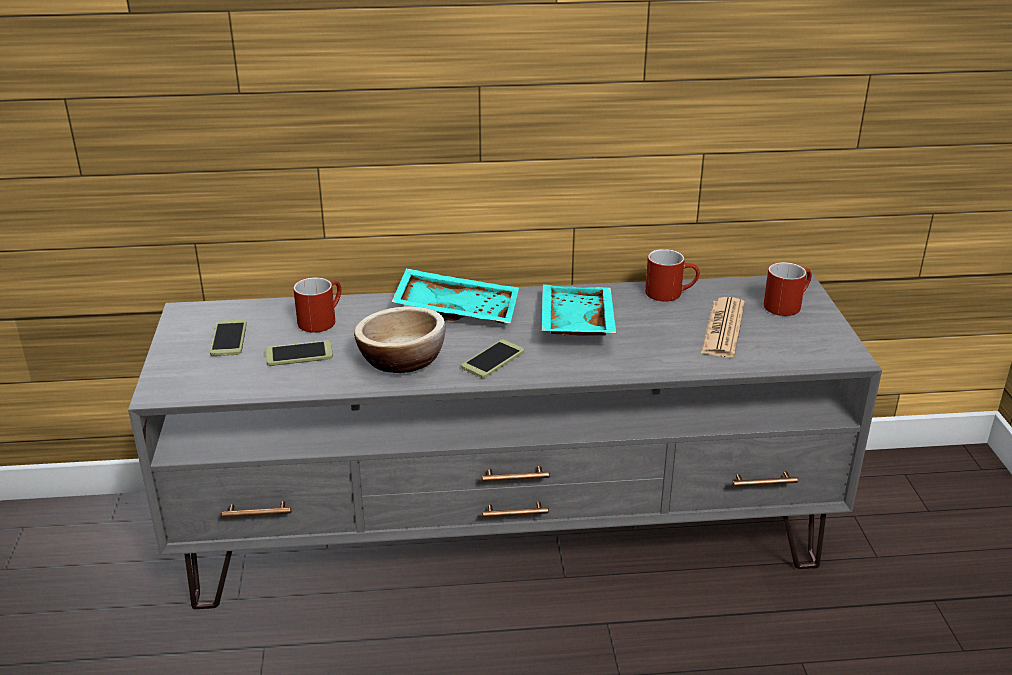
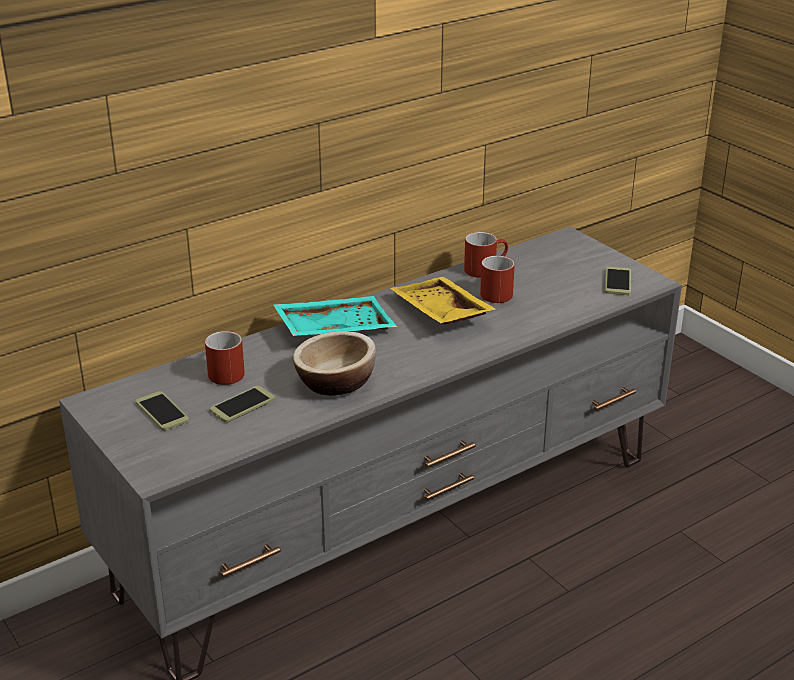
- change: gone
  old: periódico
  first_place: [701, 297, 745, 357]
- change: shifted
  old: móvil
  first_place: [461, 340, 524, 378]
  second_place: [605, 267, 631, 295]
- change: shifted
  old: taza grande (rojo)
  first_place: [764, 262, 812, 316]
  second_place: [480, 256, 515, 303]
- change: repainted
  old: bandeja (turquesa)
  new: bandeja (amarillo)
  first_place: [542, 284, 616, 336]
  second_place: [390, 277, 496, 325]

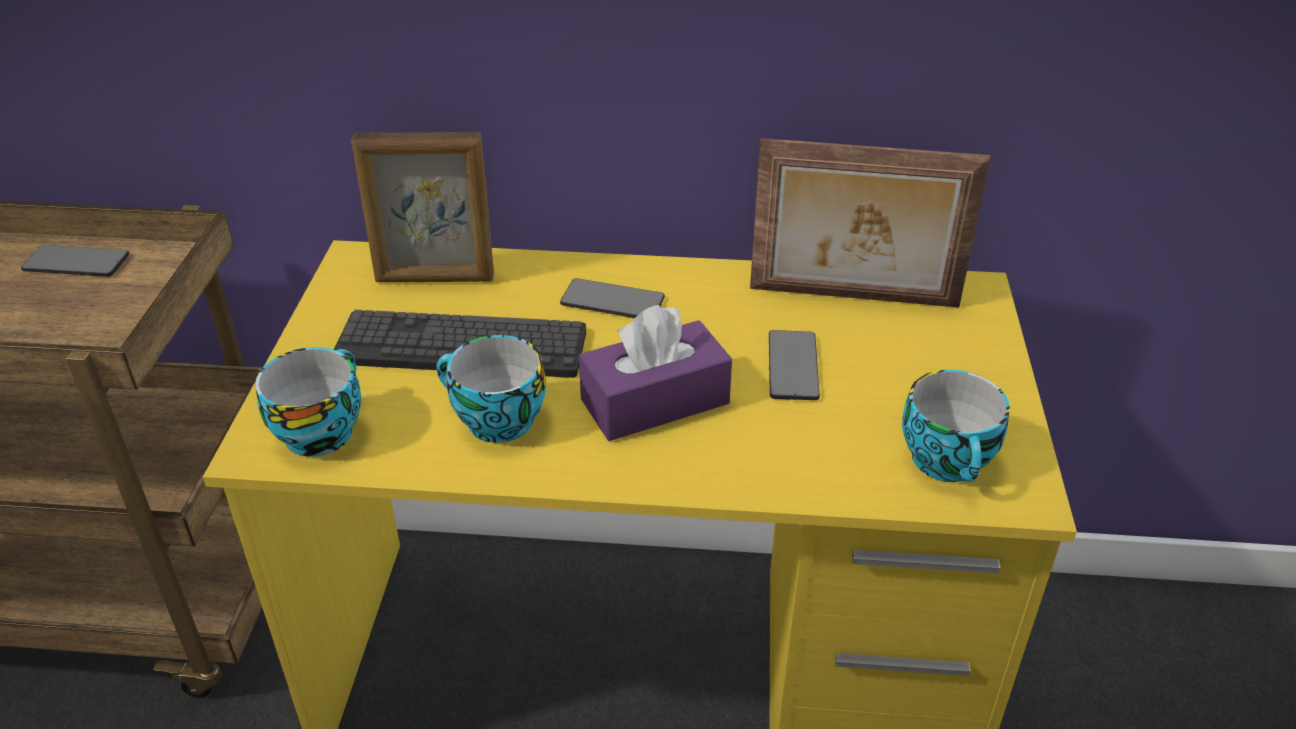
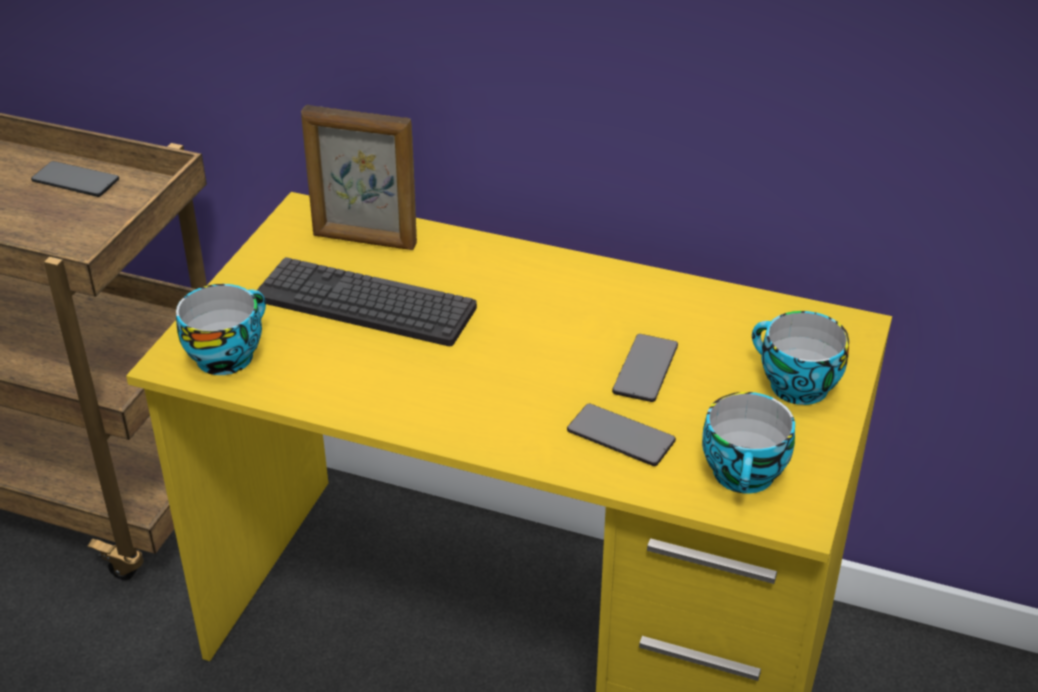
- change: gone
  old: caja de pañuelos (morado)
  first_place: [579, 305, 732, 441]
- change: gone
  old: portarretratos
  first_place: [750, 138, 991, 307]
- change: shifted
  old: taza
  first_place: [436, 335, 546, 443]
  second_place: [752, 311, 849, 405]
- change: shifted
  old: móvil
  first_place: [560, 278, 665, 318]
  second_place: [567, 404, 676, 466]

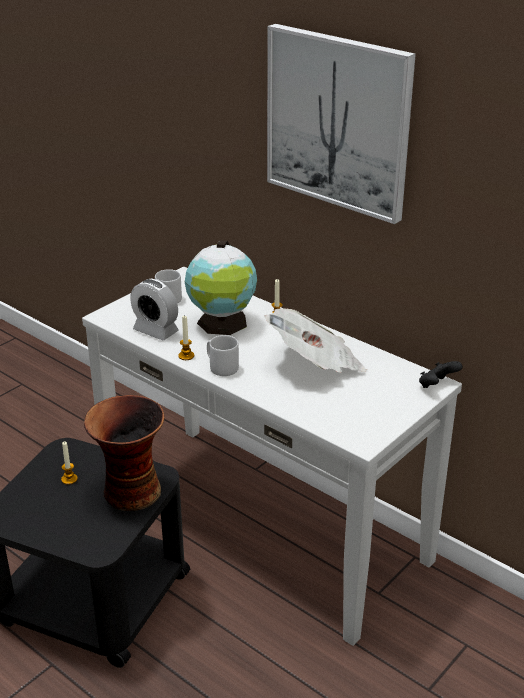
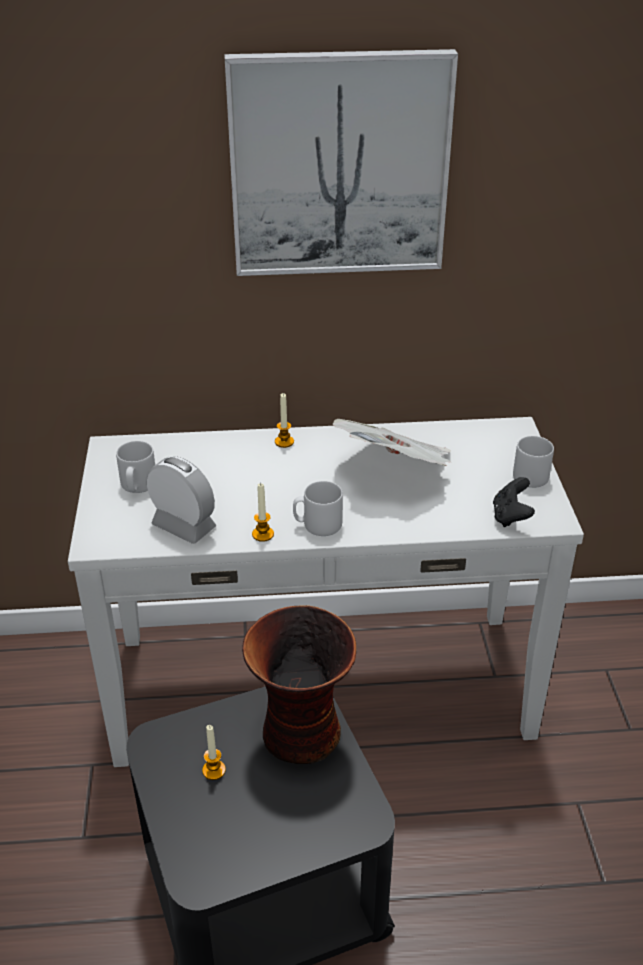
- change: gone
  old: globo terráqueo
  first_place: [185, 240, 257, 335]
- change: new
  new: taza grande (gris)
  second_place: [513, 436, 554, 488]
- change: shifted
  old: mando de consola (negro)
  first_place: [419, 361, 463, 388]
  second_place: [493, 477, 535, 527]
- change: rotated
  old: despertador
  first_place: [130, 279, 179, 340]
  second_place: [147, 456, 216, 544]
  degrees: -135

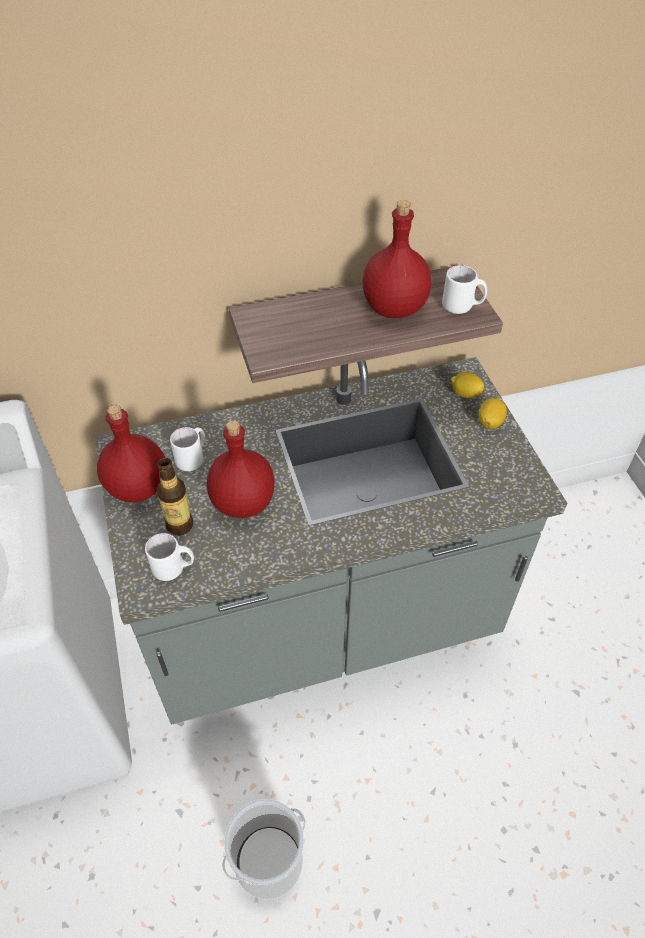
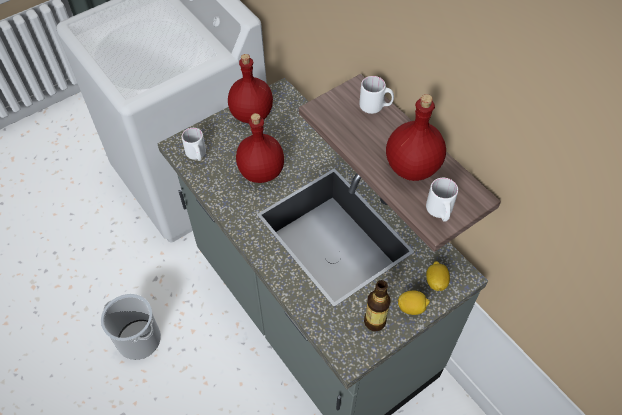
- change: shifted
  old: botella
  first_place: [156, 458, 193, 535]
  second_place: [364, 280, 391, 331]
- change: shifted
  old: taza grande (blanco)
  first_place: [170, 427, 205, 471]
  second_place: [359, 76, 394, 114]

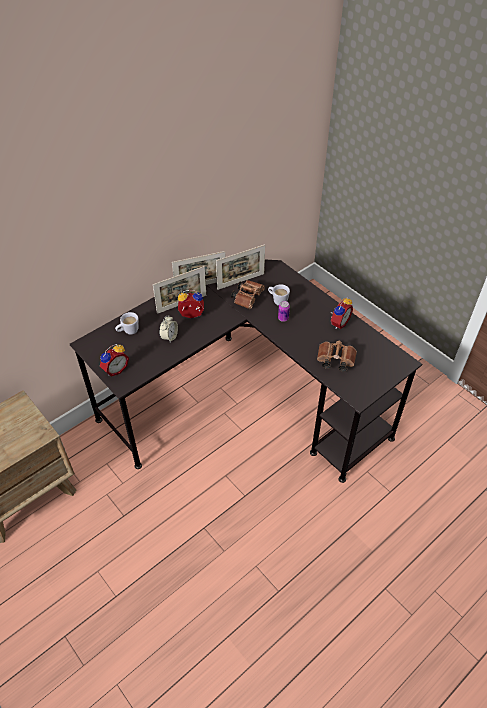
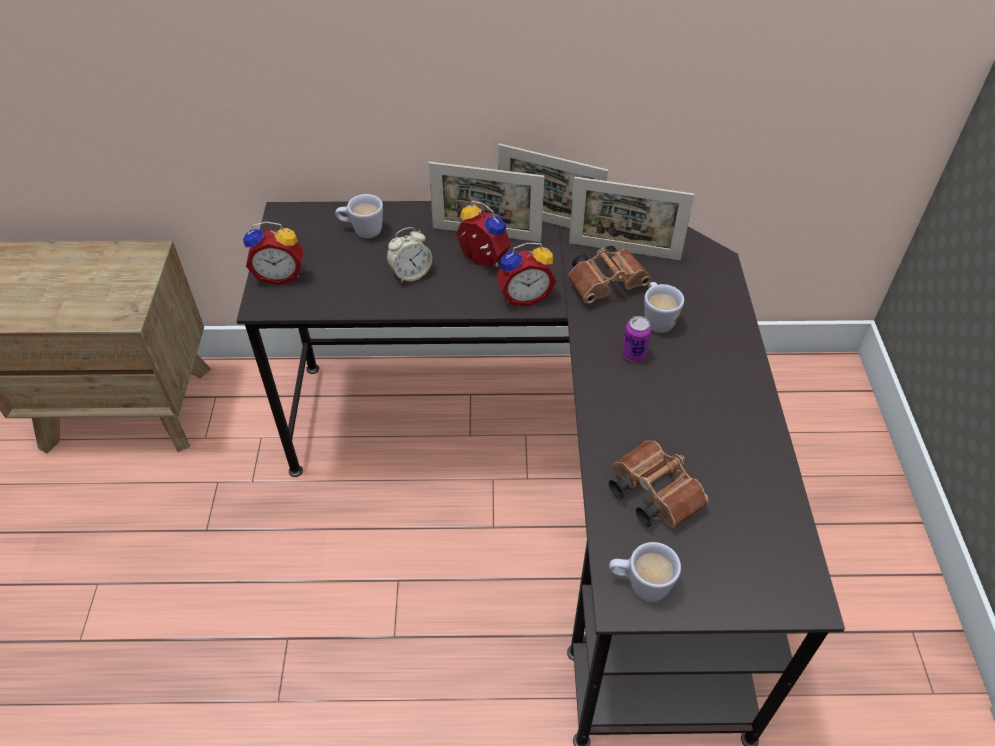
- change: new
  new: taza grande (blanco)
  second_place: [609, 542, 681, 602]
- change: shifted
  old: despertador
  first_place: [330, 297, 353, 329]
  second_place: [497, 242, 556, 306]

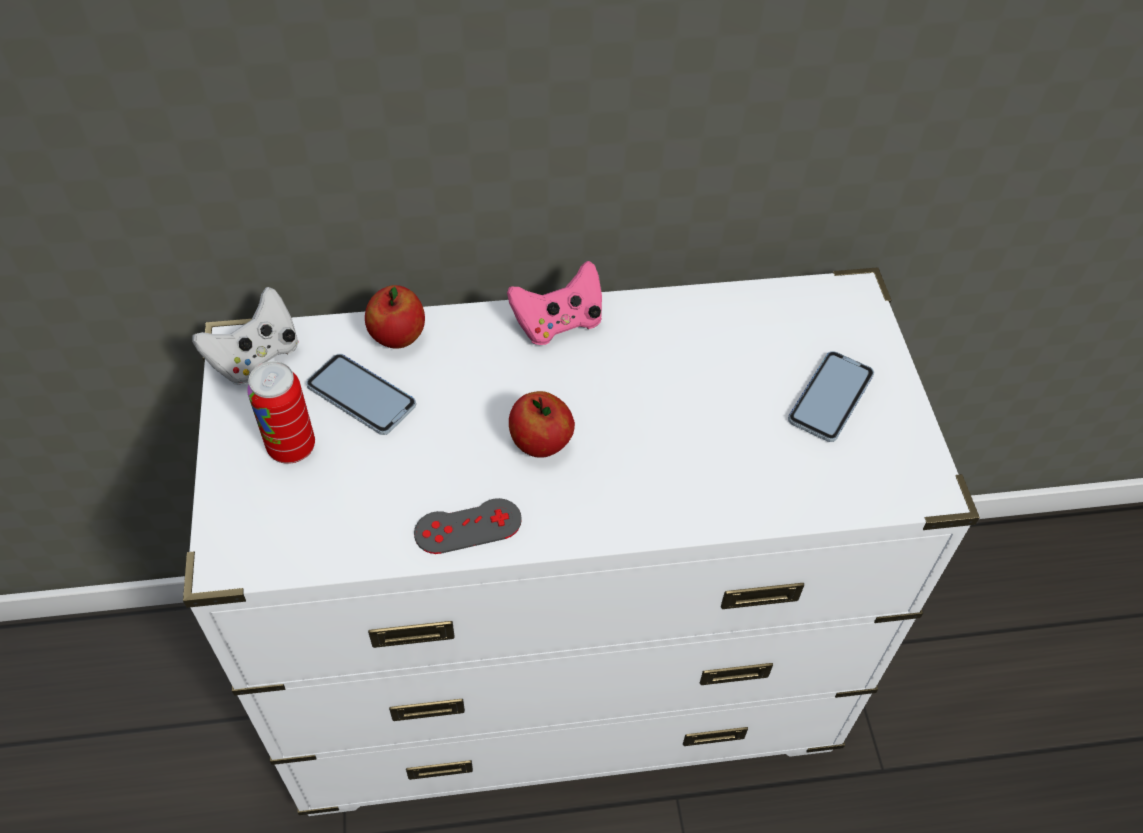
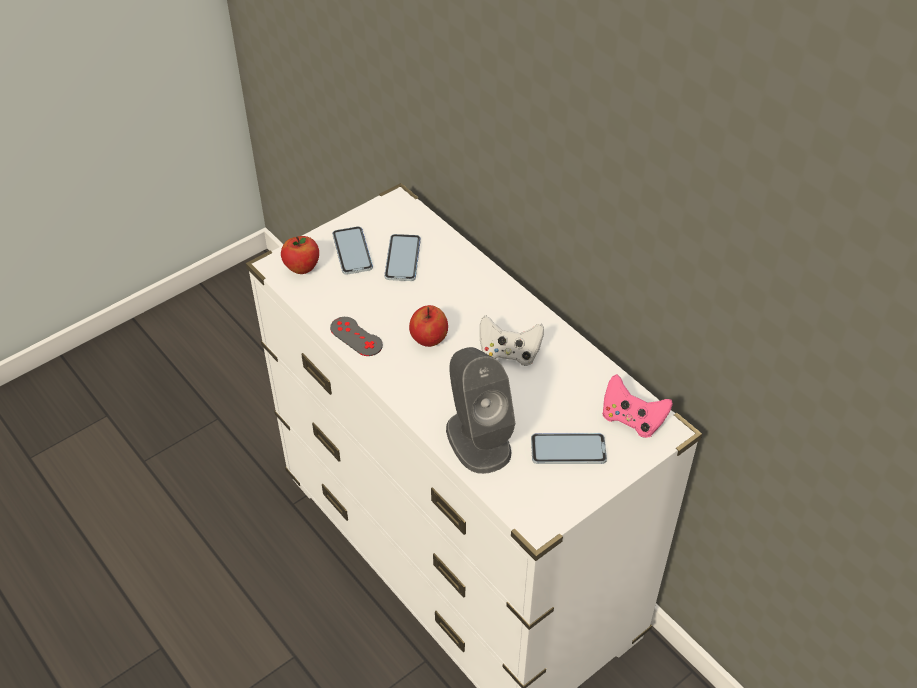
- change: new
  new: altavoz (gris)
  second_place: [446, 347, 515, 474]
- change: shifted
  old: mando de consola (blanco)
  first_place: [192, 287, 298, 385]
  second_place: [480, 315, 544, 366]
- change: shifted
  old: manzana
  first_place: [365, 285, 425, 349]
  second_place: [281, 236, 319, 274]
- change: shifted
  old: mando de consola (rosa)
  first_place: [507, 261, 602, 345]
  second_place: [602, 374, 673, 438]
- change: swapped
  old: lata
  new: móvil
  first_place: [247, 361, 315, 464]
  second_place: [332, 226, 373, 275]

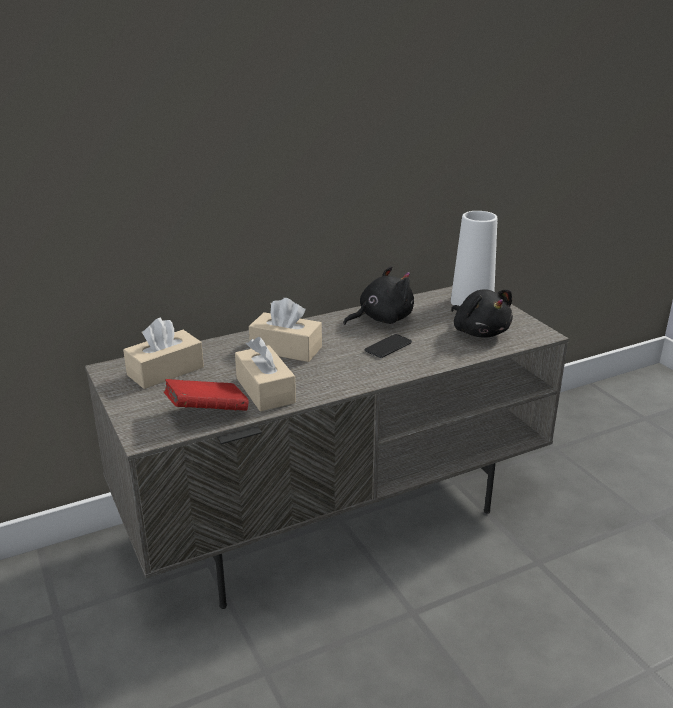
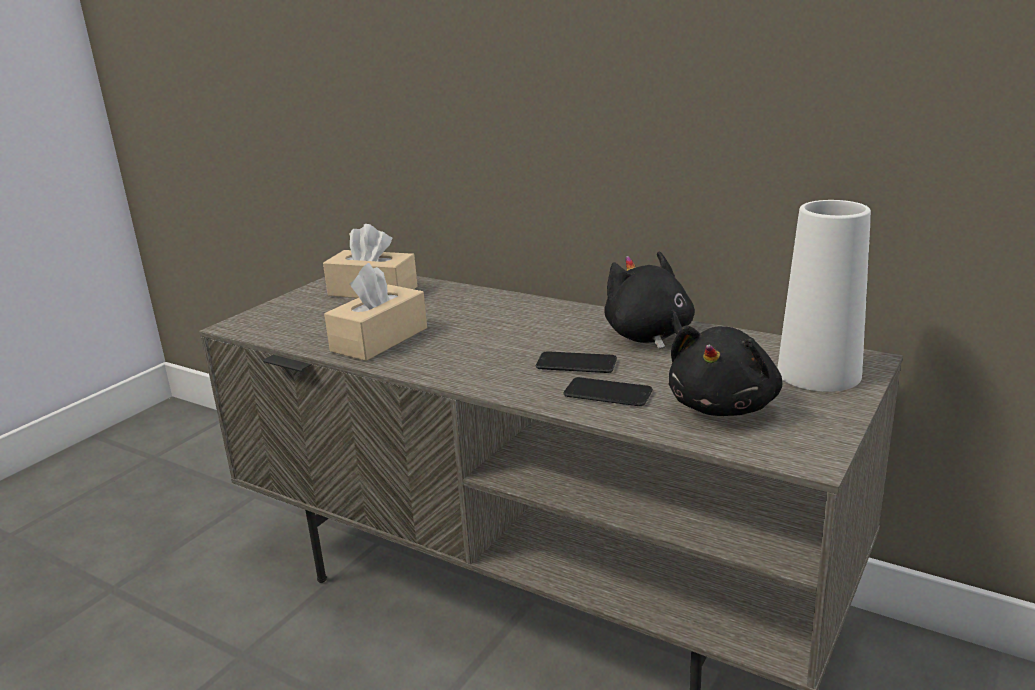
- change: gone
  old: libro (rojo)
  first_place: [164, 379, 249, 411]
- change: gone
  old: caja de pañuelos (beis)
  first_place: [249, 298, 322, 362]
- change: new
  new: móvil
  second_place: [563, 377, 653, 406]
- change: rotated
  old: peluche (negro)
  first_place: [343, 266, 414, 325]
  second_place: [604, 251, 695, 349]
  degrees: -150

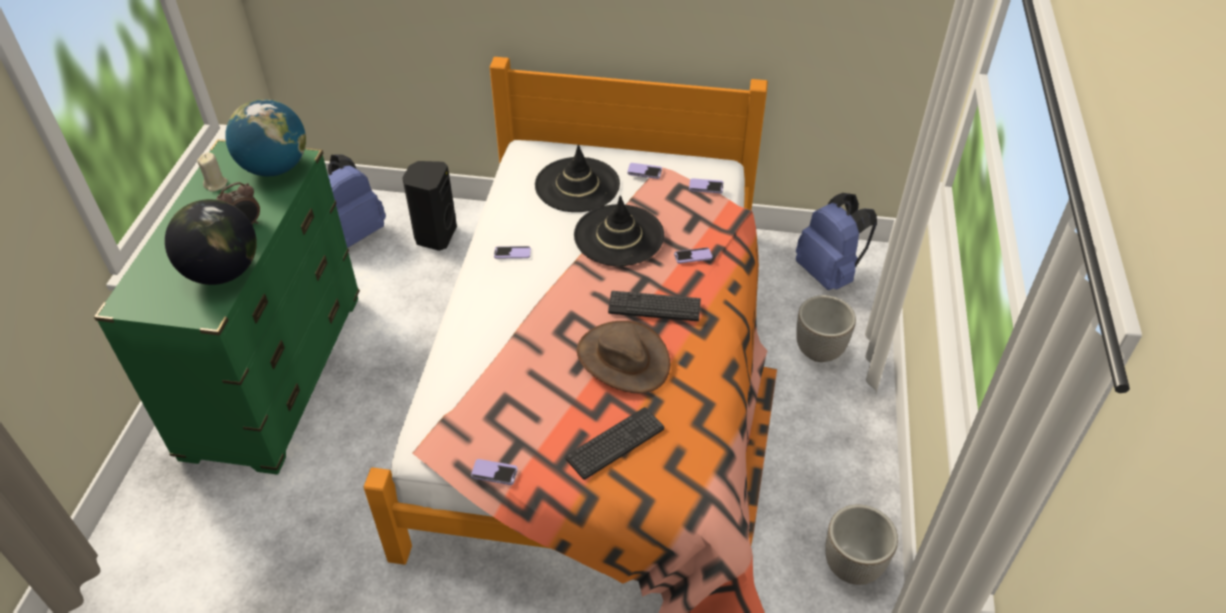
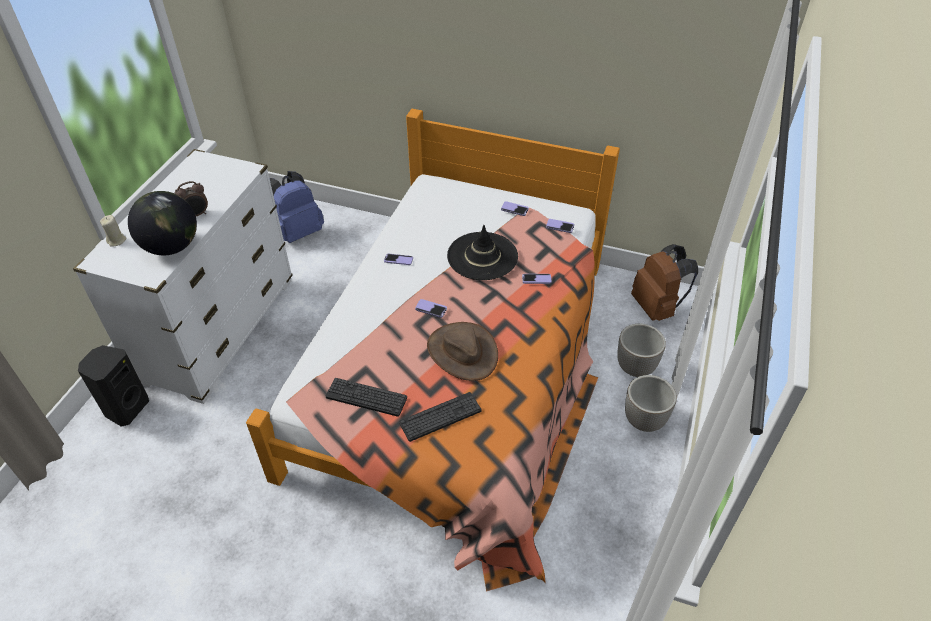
- change: gone
  old: globo terráqueo
  first_place: [225, 99, 306, 176]
- change: gone
  old: sombrero (negro)
  first_place: [535, 144, 620, 212]
- change: shifted
  old: vela (beis)
  first_place: [197, 152, 228, 192]
  second_place: [100, 215, 127, 246]
- change: shifted
  old: altavoz (negro)
  first_place: [402, 161, 457, 251]
  second_place: [78, 345, 149, 427]
- change: shifted
  old: móvil
  first_place: [471, 459, 518, 485]
  second_place: [415, 299, 447, 318]
- change: shifted
  old: teclado
  first_place: [608, 291, 701, 321]
  second_place: [326, 378, 407, 417]
- change: shifted
  old: maceta
  first_place: [825, 505, 898, 585]
  second_place: [625, 375, 677, 432]
- change: repainted
  old: cómoda (verde)
  new: cómoda (blanco)
  first_place: [94, 139, 360, 475]
  second_place: [73, 149, 293, 404]
- change: repainted
  old: mochila (azul)
  new: mochila (marrón)
  first_place: [796, 193, 877, 290]
  second_place: [631, 244, 698, 321]

